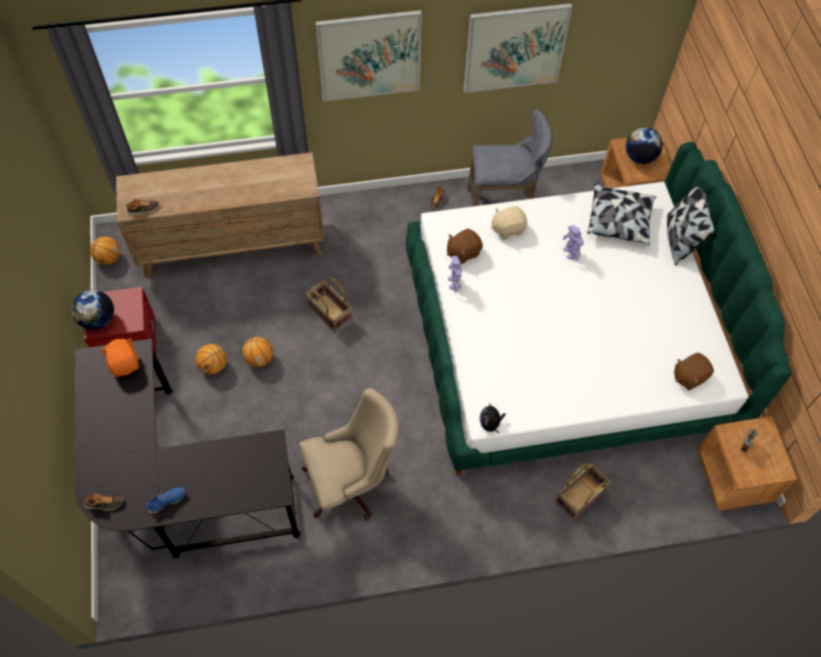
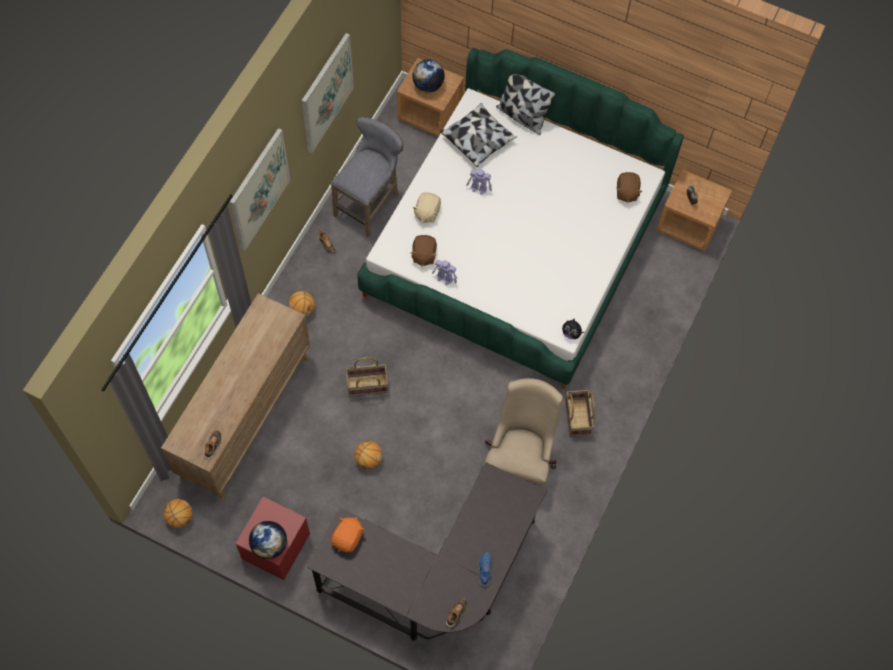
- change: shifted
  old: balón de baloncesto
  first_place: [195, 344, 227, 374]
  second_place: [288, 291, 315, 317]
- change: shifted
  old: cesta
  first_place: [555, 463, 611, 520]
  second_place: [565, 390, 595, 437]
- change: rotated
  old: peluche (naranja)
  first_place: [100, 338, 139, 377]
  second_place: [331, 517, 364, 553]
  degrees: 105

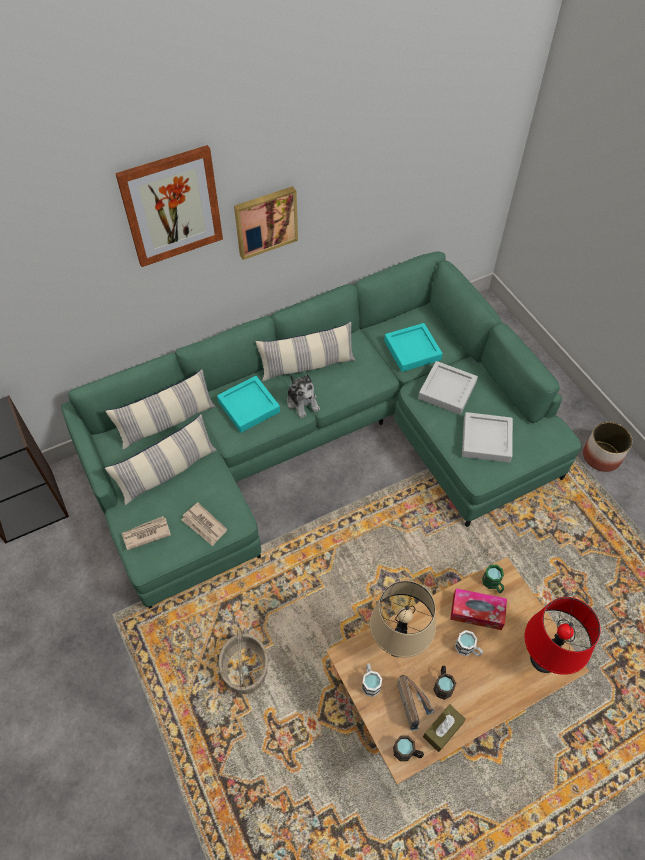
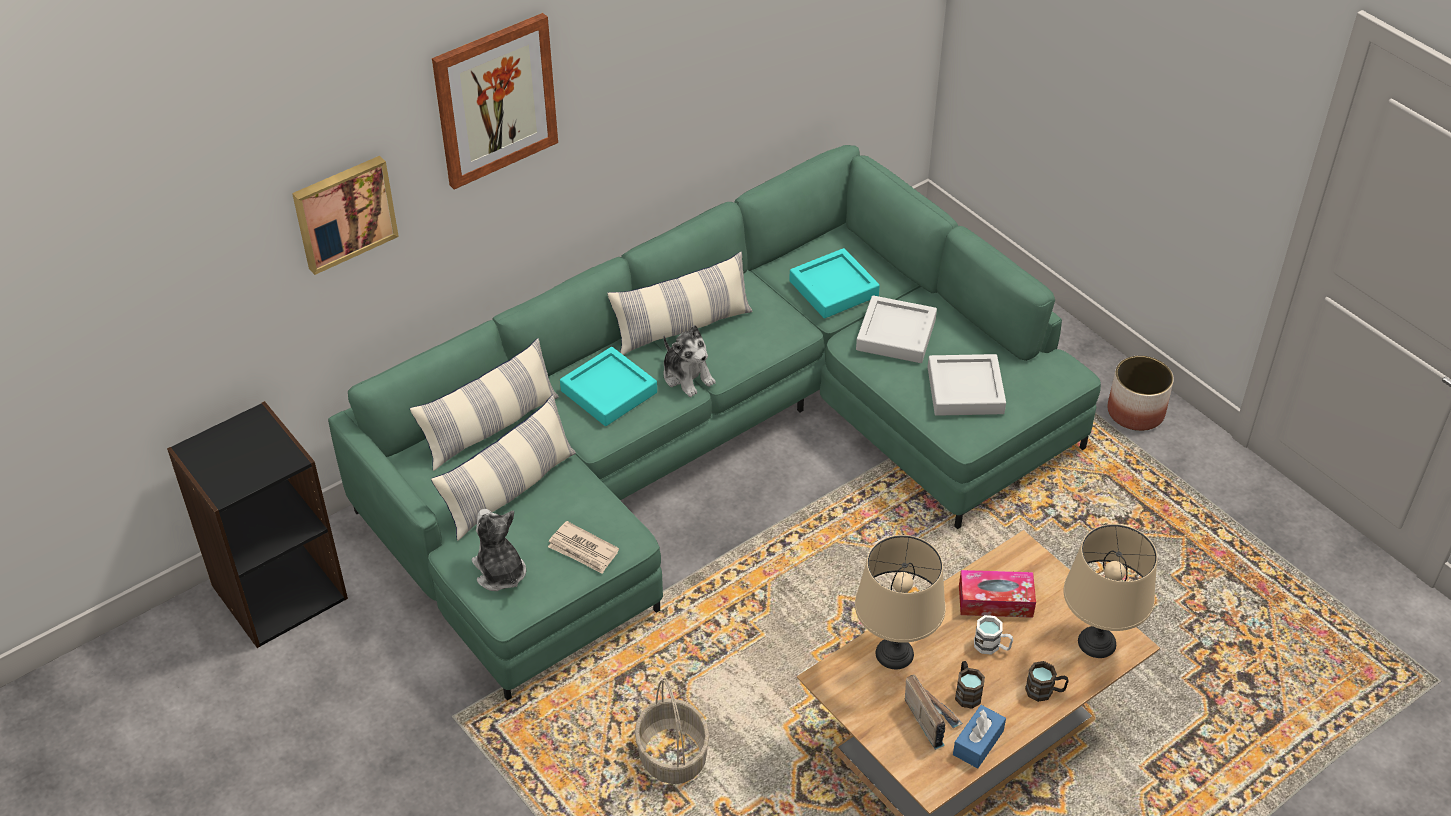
- change: gone
  old: taza grande (blanco)
  first_place: [362, 663, 382, 697]
- change: gone
  old: taza grande (verde)
  first_place: [482, 565, 504, 593]
- change: shifted
  old: cuadro
  first_place: [234, 186, 298, 260]
  second_place: [292, 156, 399, 275]
- change: shifted
  old: taza grande (marrón)
  first_place: [393, 735, 424, 761]
  second_place: [1025, 661, 1069, 702]
- change: swapped
  old: periódico
  new: peluche
  first_place: [122, 516, 171, 550]
  second_place: [472, 509, 526, 591]
- change: repainted
  old: caja de pañuelos (marrón)
  new: caja de pañuelos (azul)
  first_place: [423, 704, 466, 752]
  second_place: [953, 705, 1006, 768]
- change: repainted
  old: lámpara de mesa (rojo)
  new: lámpara de mesa (beis)
  first_place: [525, 597, 601, 675]
  second_place: [1064, 524, 1157, 658]

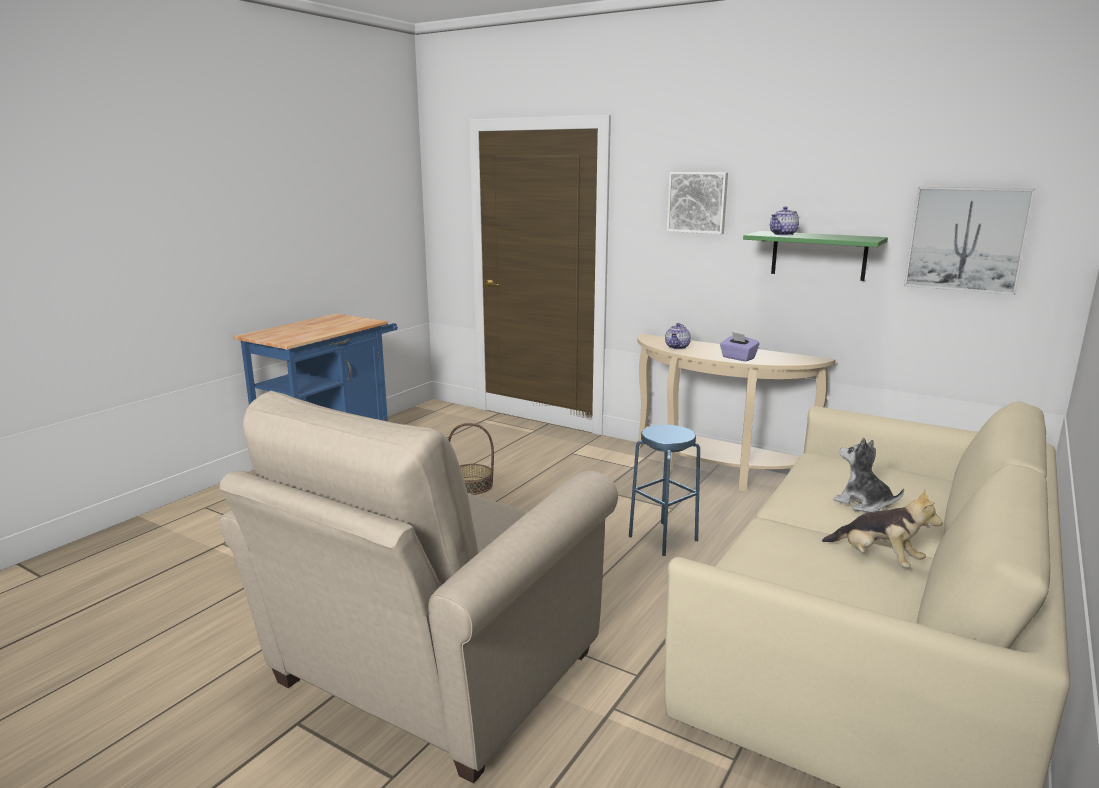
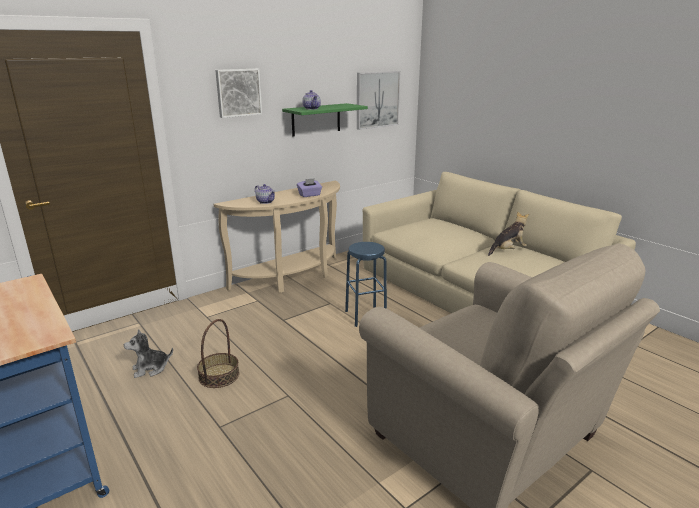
- change: shifted
  old: peluche
  first_place: [833, 438, 904, 513]
  second_place: [124, 329, 173, 378]

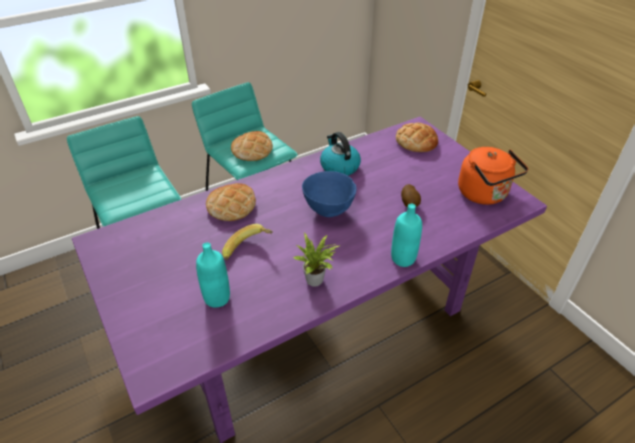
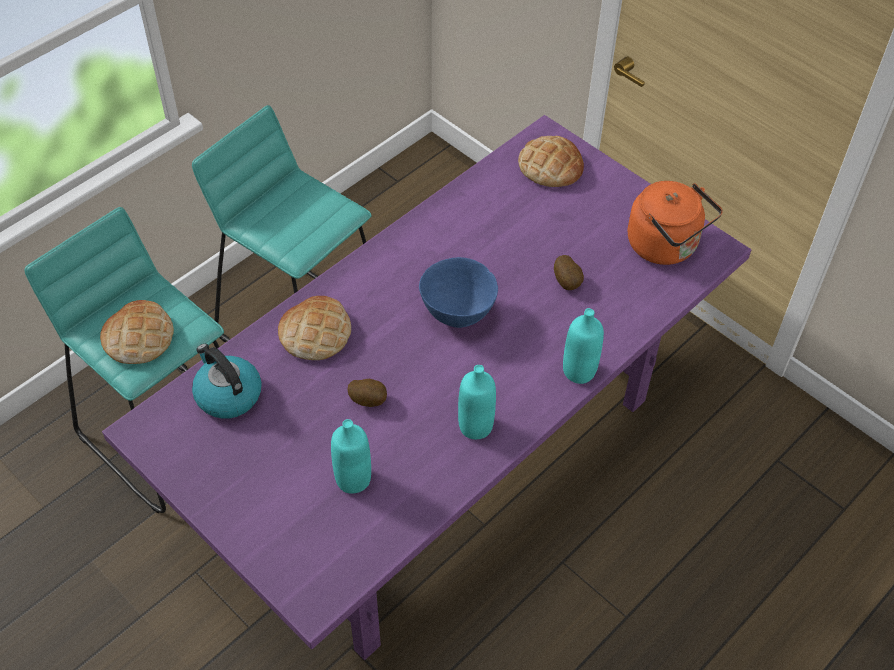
- change: shifted
  old: pan
  first_place: [231, 131, 273, 161]
  second_place: [100, 300, 174, 364]
- change: shifted
  old: hervidor
  first_place: [320, 132, 361, 176]
  second_place: [192, 344, 262, 419]
- change: swapped
  old: plátano
  new: patata
  first_place: [222, 224, 273, 260]
  second_place: [348, 379, 387, 407]
- change: swapped
  old: planta en maceta
  new: botella (turquesa)
  first_place: [293, 233, 341, 286]
  second_place: [458, 365, 496, 439]

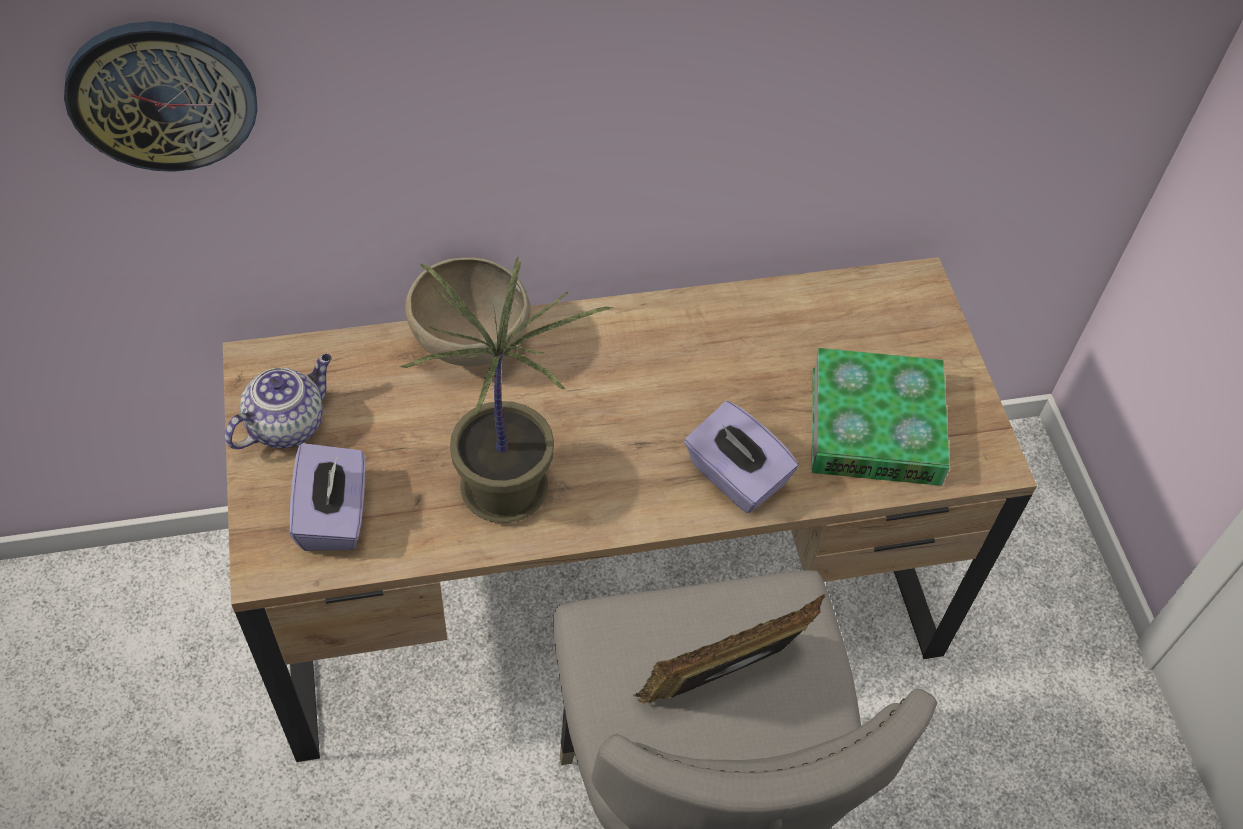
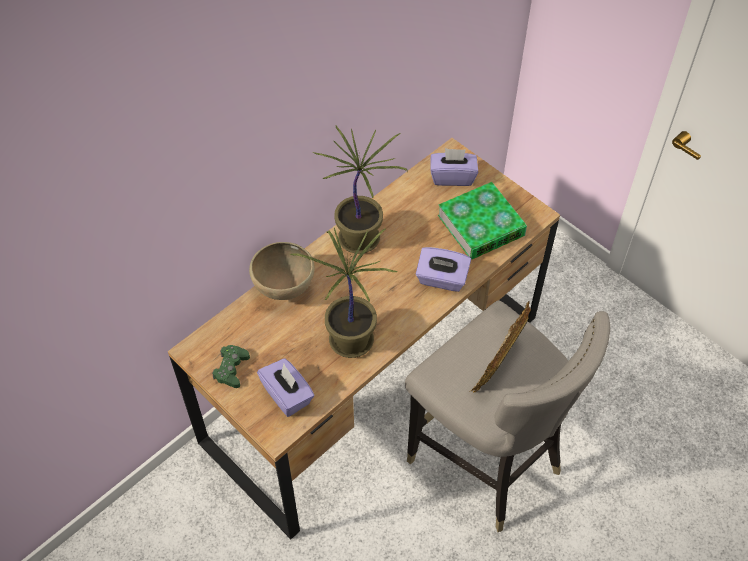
- change: gone
  old: reloj de pared
  first_place: [64, 21, 257, 172]
- change: new
  new: planta en maceta
  second_place: [313, 126, 408, 254]
- change: new
  new: caja de pañuelos (morado)
  second_place: [431, 148, 478, 186]
- change: swapped
  old: tetera
  new: mando de consola (verde)
  first_place: [225, 354, 332, 449]
  second_place: [212, 345, 250, 388]

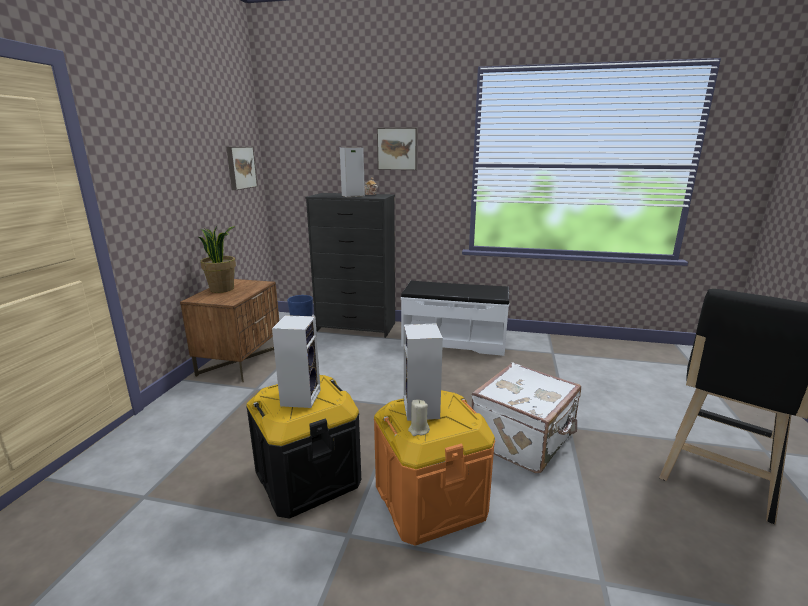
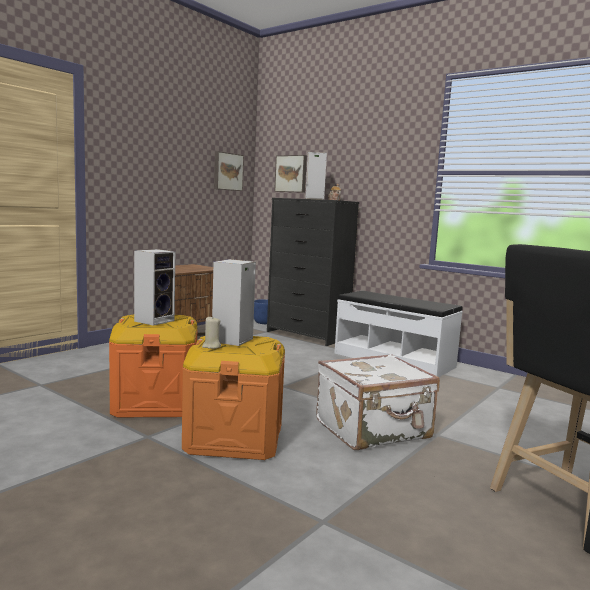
- change: gone
  old: planta en maceta
  first_place: [199, 226, 236, 293]
- change: shifted
  old: cuadro
  first_place: [377, 128, 417, 170]
  second_place: [274, 155, 307, 193]
- change: repainted
  old: caja de almacenaje (negro)
  new: caja de almacenaje (naranja)
  first_place: [246, 375, 361, 519]
  second_place: [109, 315, 198, 417]

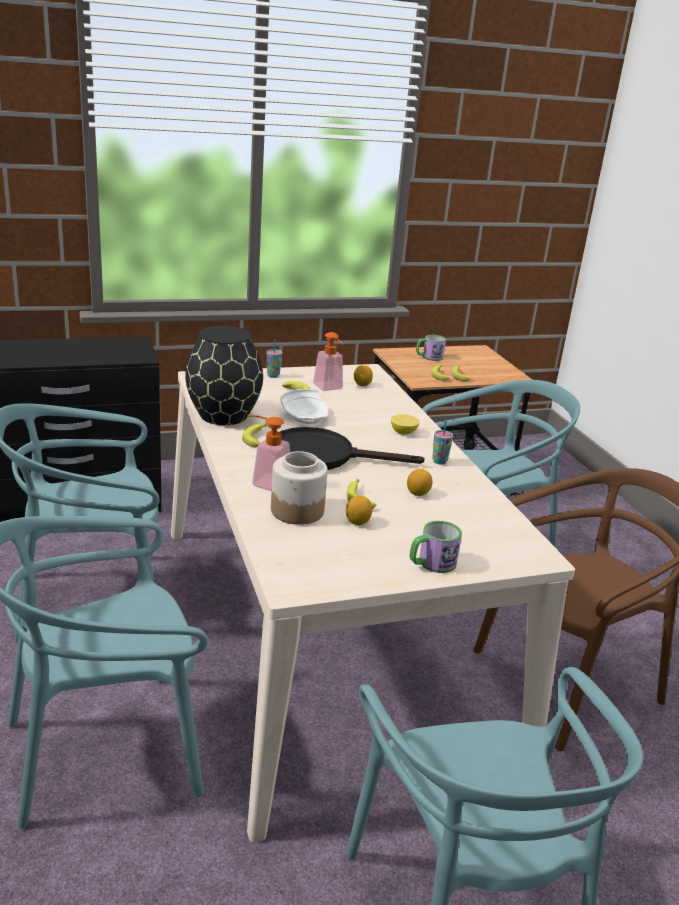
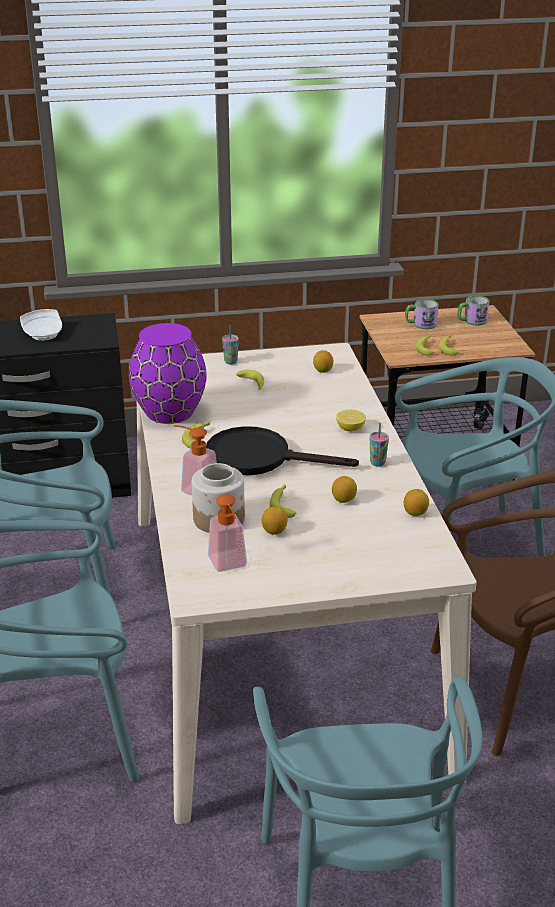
- change: new
  new: limón
  second_place: [404, 489, 429, 516]
- change: shifted
  old: plato (blanco)
  first_place: [280, 389, 328, 424]
  second_place: [20, 309, 62, 341]
- change: shifted
  old: dispensador de jabón
  first_place: [313, 332, 343, 391]
  second_place: [208, 494, 247, 572]
- change: shifted
  old: taza grande
  first_place: [410, 521, 462, 573]
  second_place: [457, 295, 489, 326]
- change: repainted
  old: florero (negro)
  new: florero (morado)
  first_place: [185, 326, 263, 425]
  second_place: [129, 323, 207, 424]

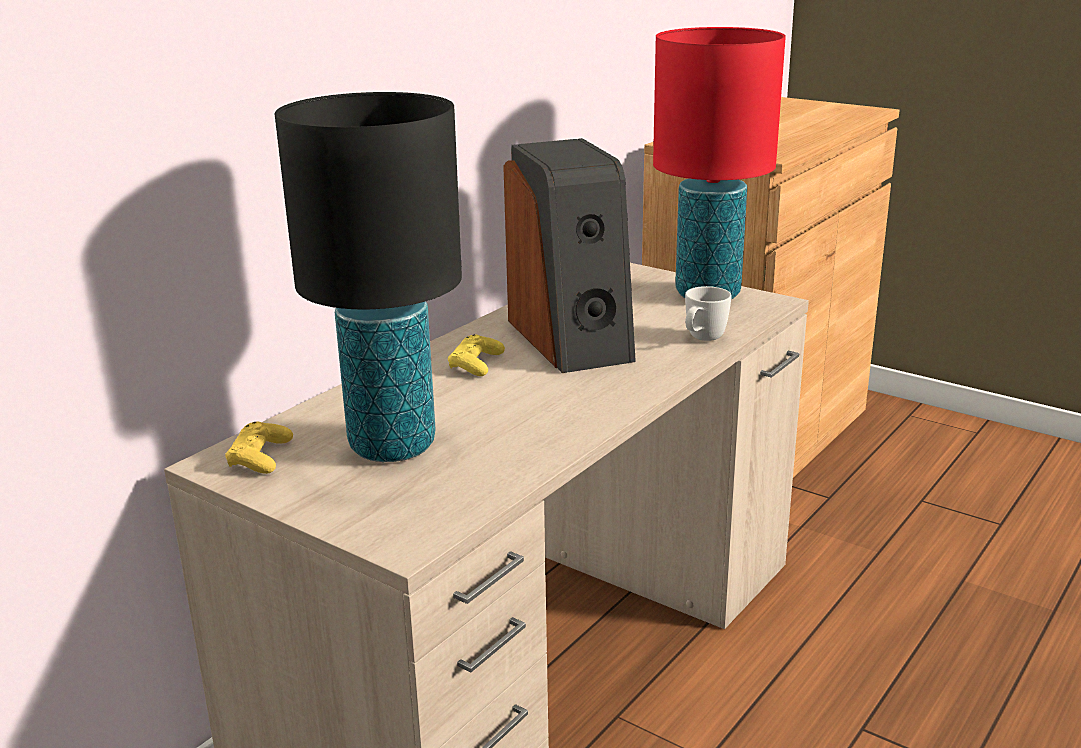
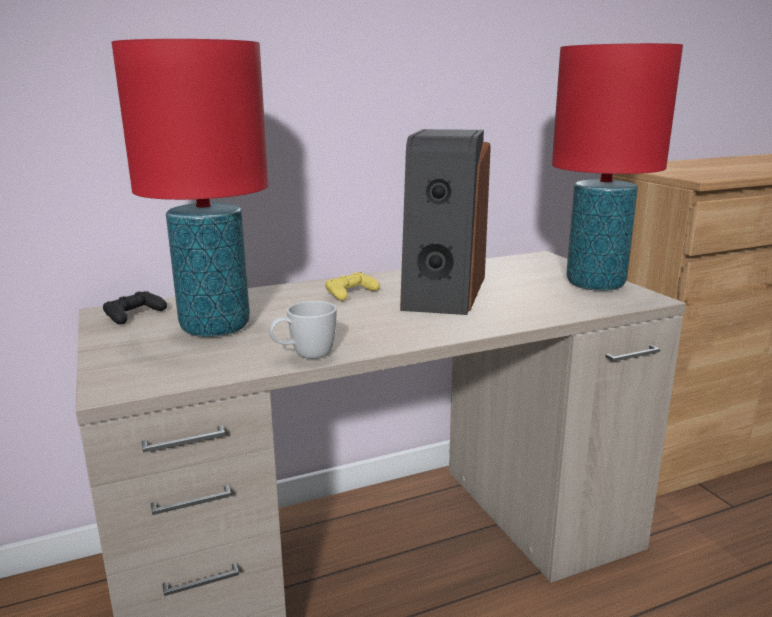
- change: shifted
  old: taza grande (blanco)
  first_place: [685, 286, 732, 341]
  second_place: [269, 301, 337, 359]
- change: repainted
  old: mando de consola (amarillo)
  new: mando de consola (negro)
  first_place: [225, 421, 293, 474]
  second_place: [103, 291, 167, 325]
- change: repainted
  old: lámpara de mesa (negro)
  new: lámpara de mesa (rojo)
  first_place: [275, 92, 462, 462]
  second_place: [112, 39, 268, 337]

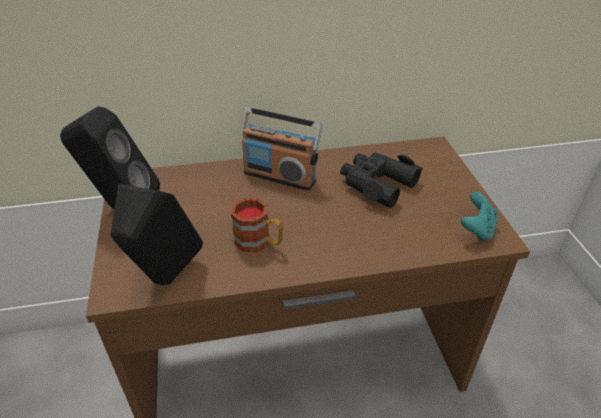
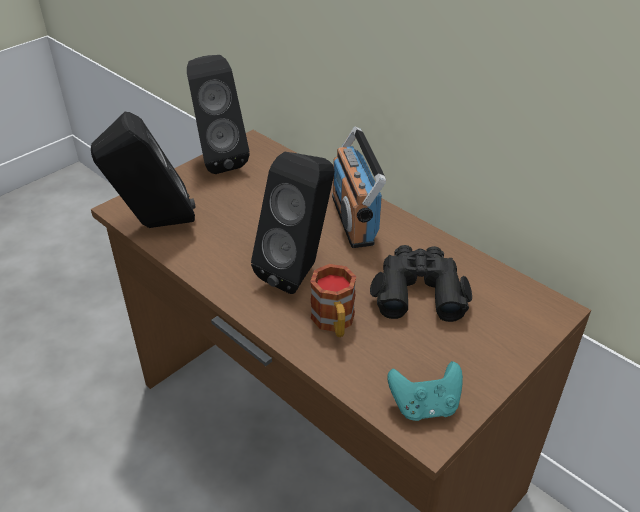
- change: new
  new: altavoz (negro)
  second_place: [251, 152, 334, 294]
- change: shifted
  old: taza grande
  first_place: [231, 198, 283, 252]
  second_place: [310, 264, 356, 337]

